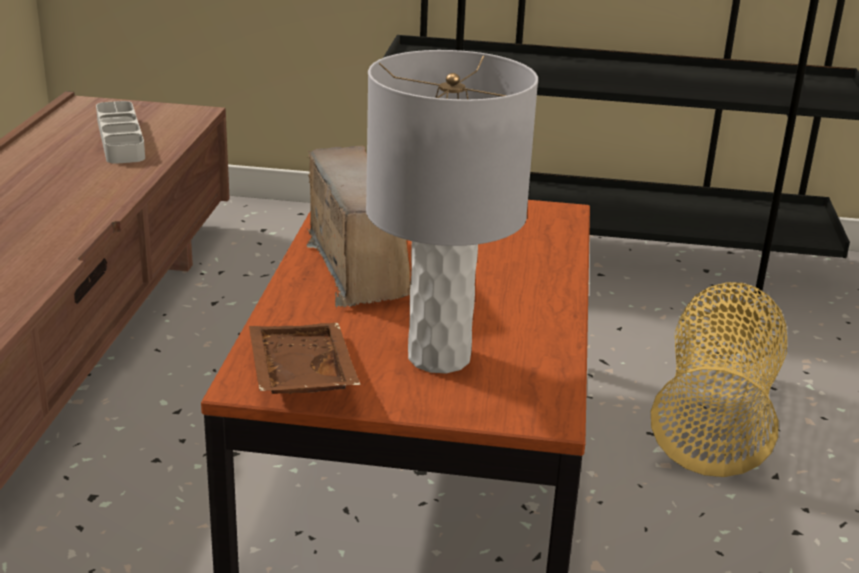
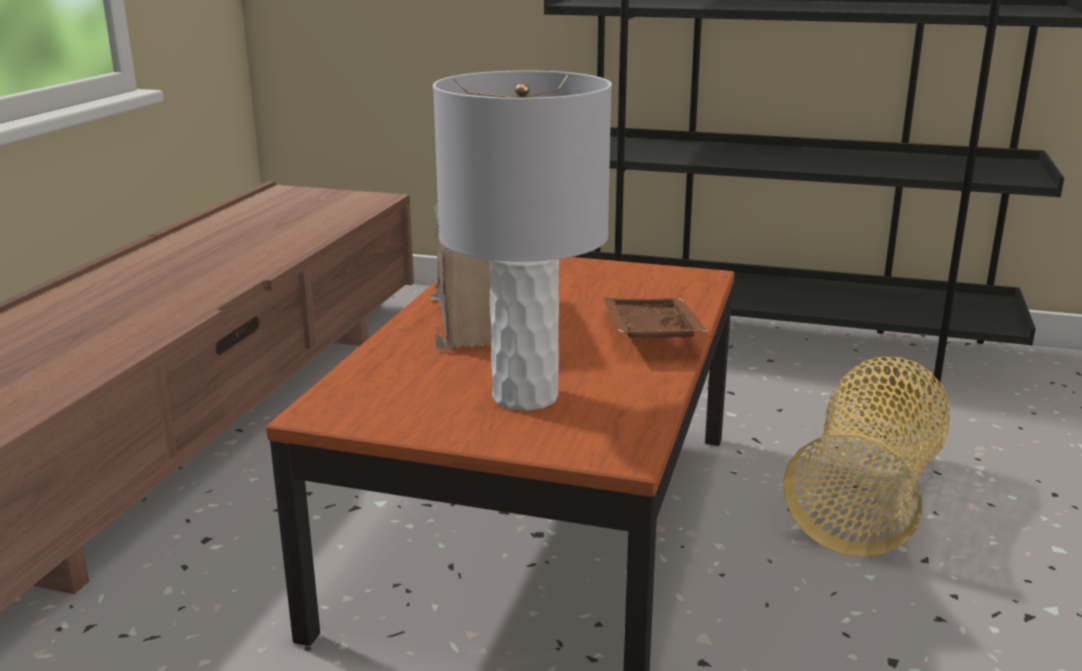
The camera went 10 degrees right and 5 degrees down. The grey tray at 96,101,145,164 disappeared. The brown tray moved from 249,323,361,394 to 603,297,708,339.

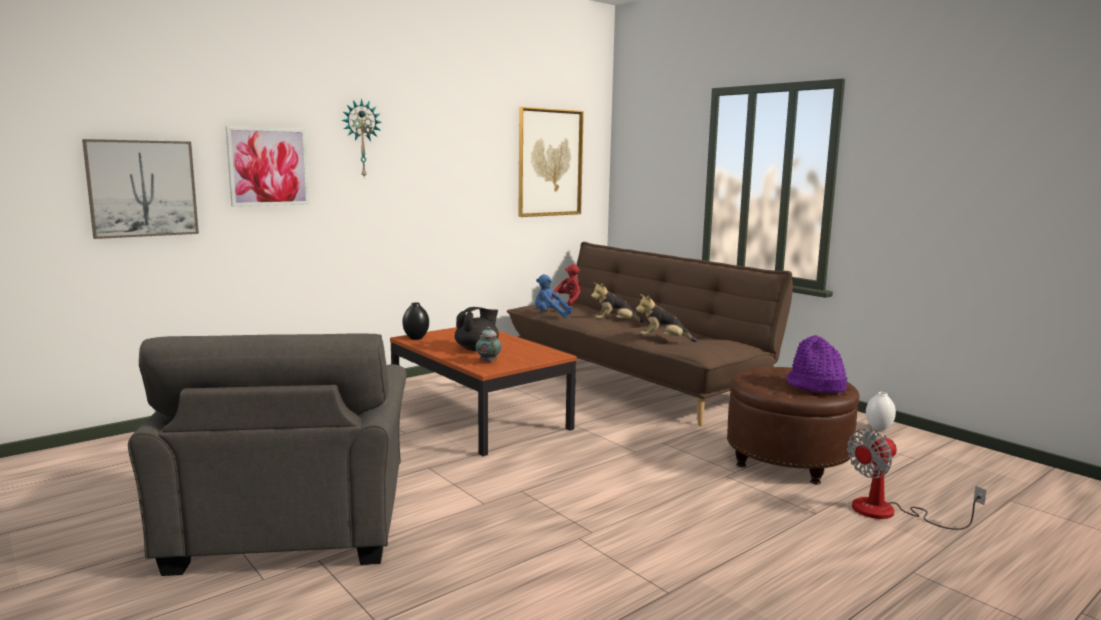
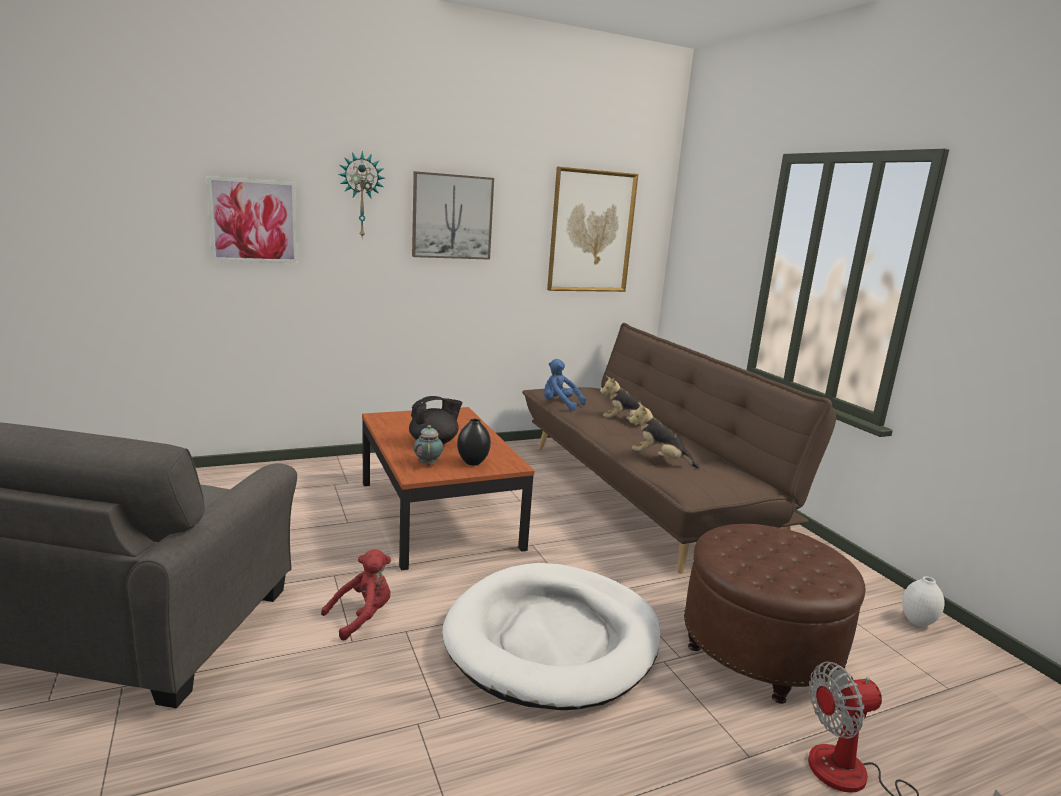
The camera went 15 degrees right and 5 degrees up. The picture moved from 82,139,199,239 to 412,171,494,260. The red plush toy moved from 551,264,581,306 to 321,549,391,641. The black vase moved from 402,302,429,340 to 457,419,491,465. The purple hat at 786,335,848,393 disappeared. The white dog bed at 442,563,660,710 appeared.

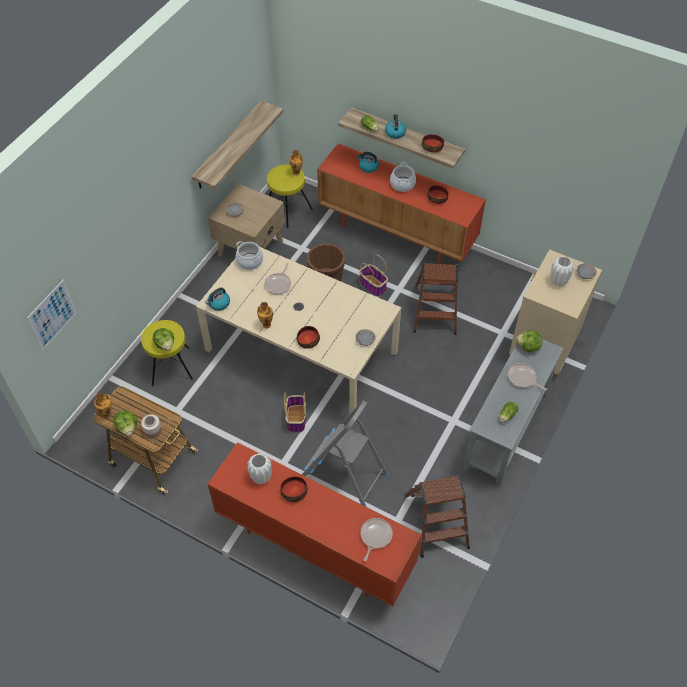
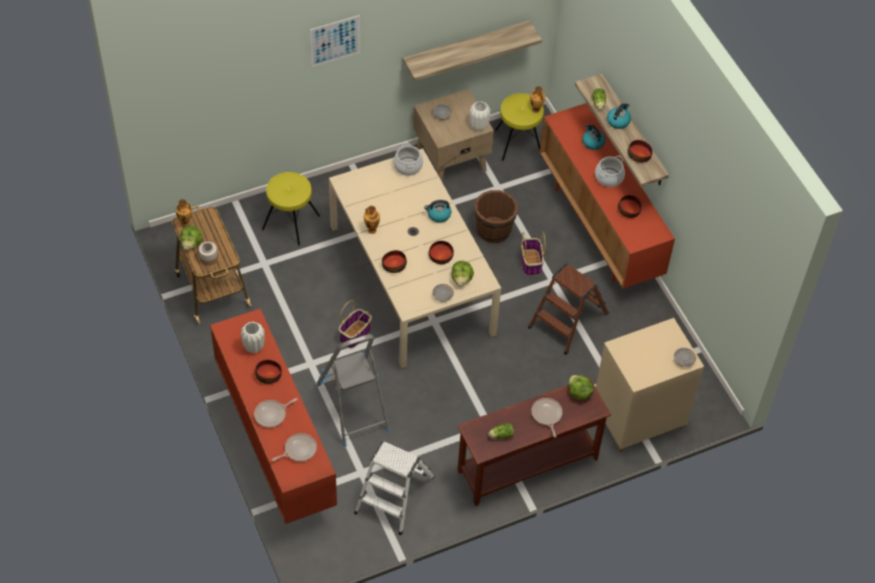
The camera went 35 degrees right and 0 degrees up. The white vase moved from 550,256,574,287 to 469,101,491,131. The frying pan moved from 265,263,291,295 to 254,398,298,428. The picture moved from 27,279,77,351 to 310,15,360,67. The kettle moved from 206,288,230,311 to 424,200,451,223. The lettuce moved from 153,328,174,350 to 451,261,474,286. The grey console table at 463,331,564,487 became the brown console table at 457,377,611,506. The brown step ladder at 405,475,470,558 became the white step ladder at 354,440,435,535. The bowl at 429,241,454,264 appeared.

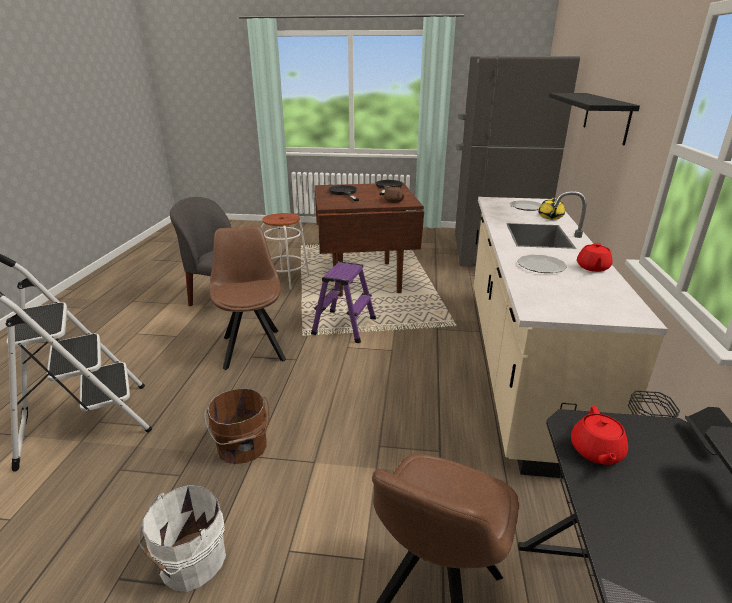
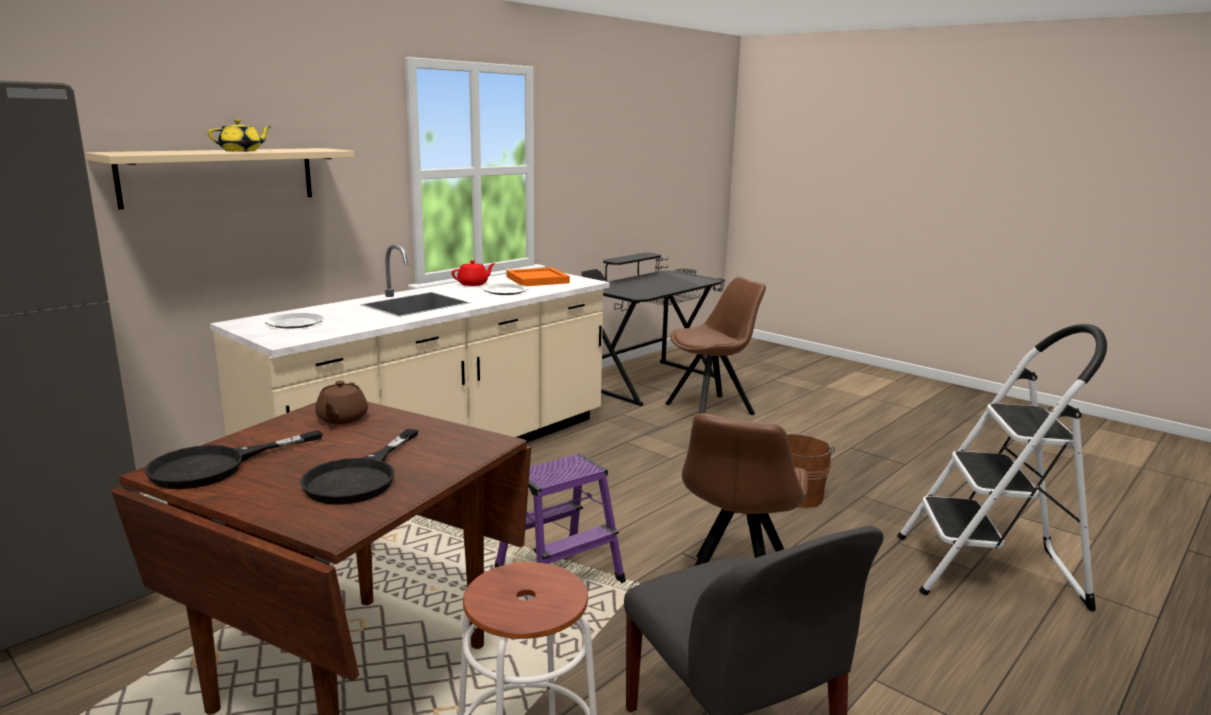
The camera went 145 degrees left and 10 degrees down. The black shelf at 549,93,640,146 became the beige shelf at 86,148,355,209. The yellow teapot moved from 538,198,565,220 to 208,119,270,152. The red teapot at 571,406,628,465 disappeared. The white bucket at 139,485,226,592 disappeared. The orange tray at 506,267,570,286 appeared.

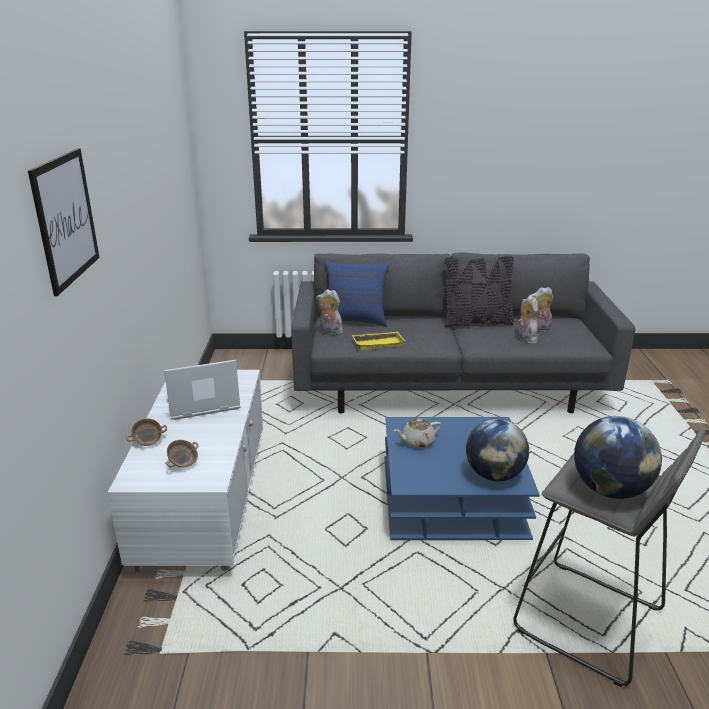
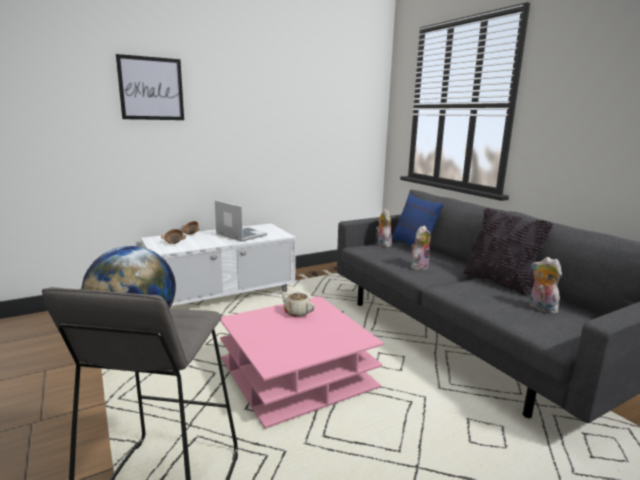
The camera went 60 degrees right and 10 degrees down. The plush toy moved from 519,295,538,344 to 410,225,431,270. The yellow tray at 352,332,405,350 disappeared. The blue coffee table at 384,417,540,540 became the pink coffee table at 220,296,384,429. The globe at 466,419,529,481 disappeared.

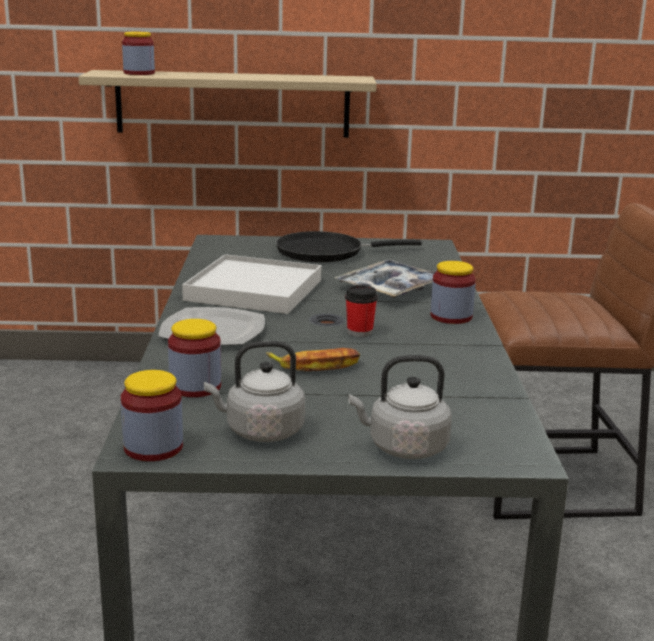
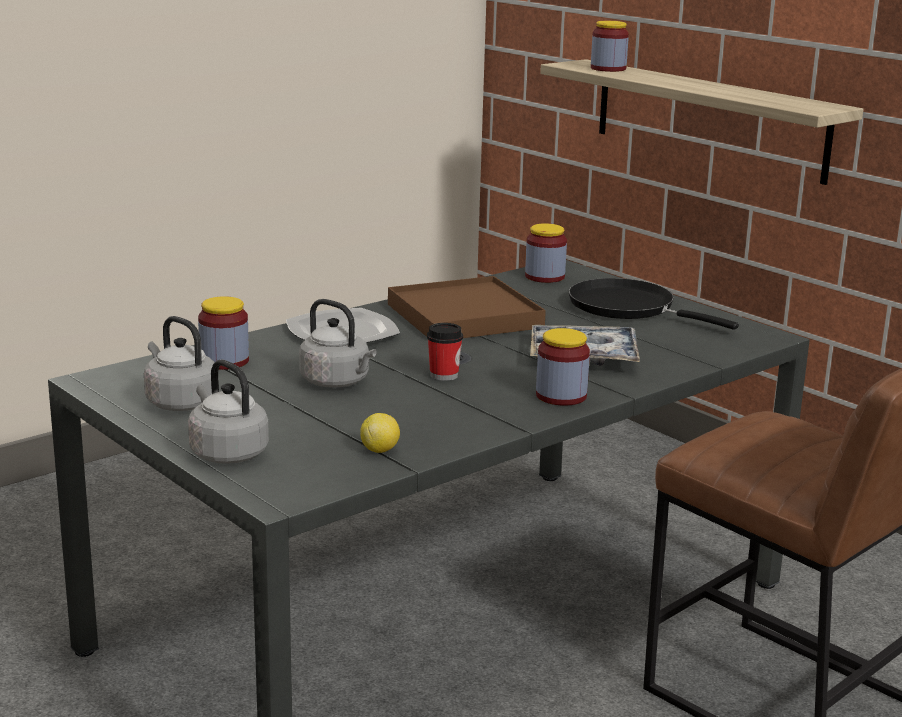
The camera went 50 degrees right and 0 degrees up. The white tray at 182,254,321,314 became the brown tray at 388,276,546,338. The banana at 266,348,360,371 was replaced by the grey kettle at 299,299,376,388. The jar moved from 121,370,183,461 to 525,223,567,283. The lemon at 360,413,400,453 appeared.

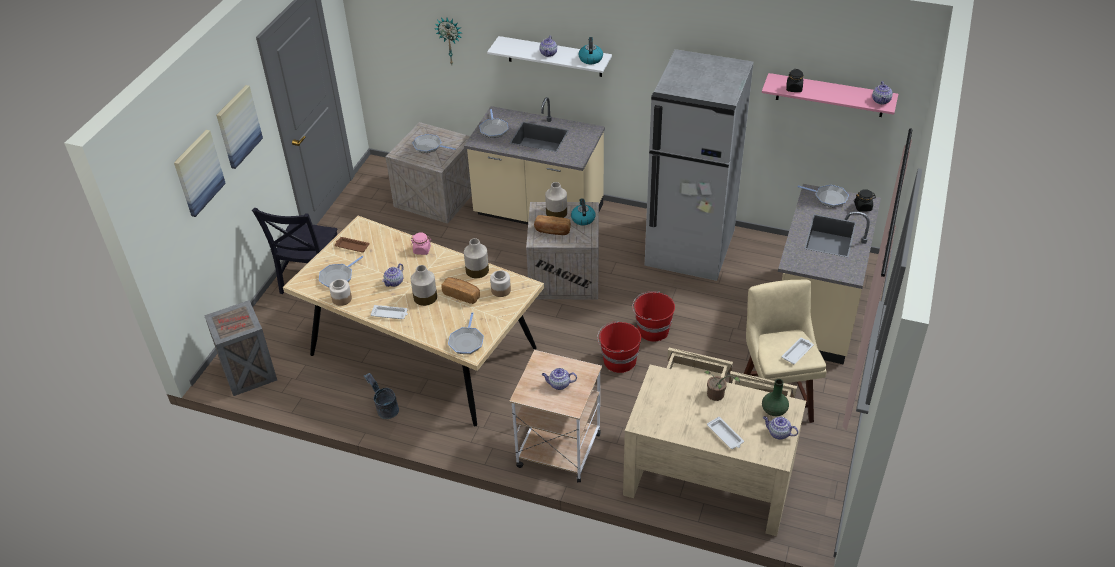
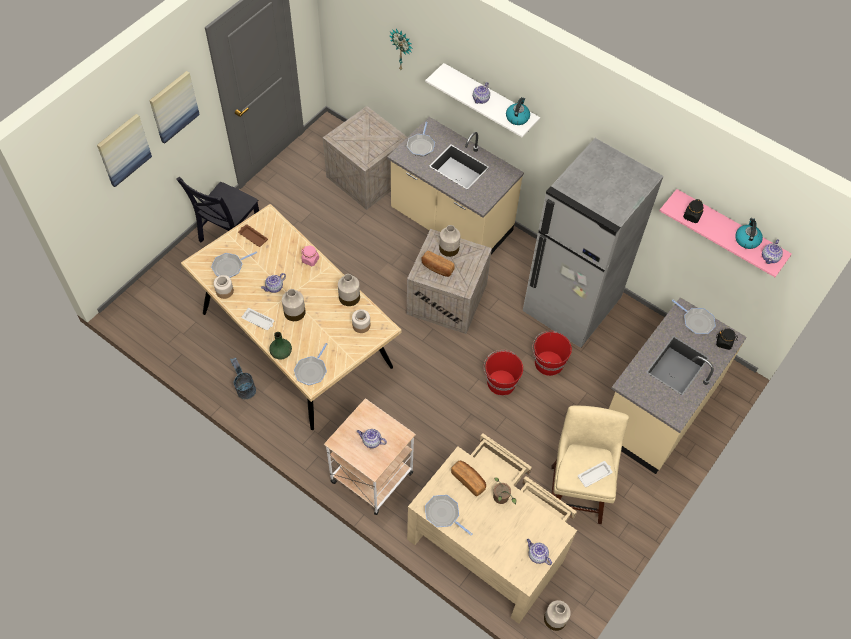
The camera went 15 degrees right and 15 degrees up. The frying pan moved from 412,134,456,153 to 425,495,472,536. The kettle moved from 571,199,595,225 to 735,218,763,249. The bread moved from 441,277,480,304 to 451,461,486,496. The crate at 204,300,277,396 disappeared. The red bucket moved from 597,321,641,373 to 532,331,572,376. The green vase moved from 762,379,789,416 to 269,332,292,360. The white tray at 707,417,744,449 disappeared. The beige vase at 544,600,571,631 appeared.

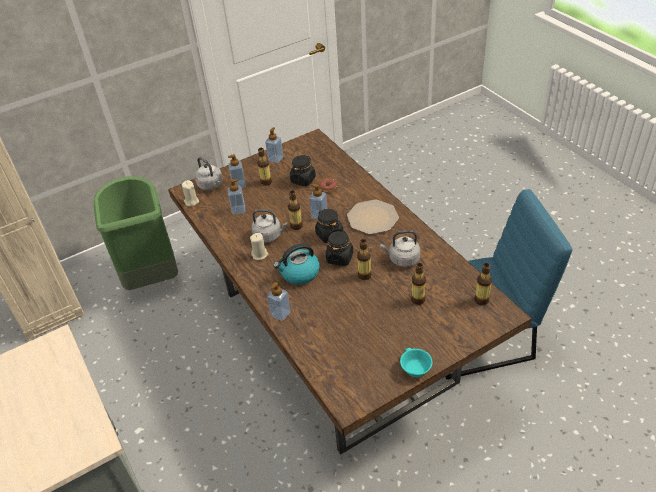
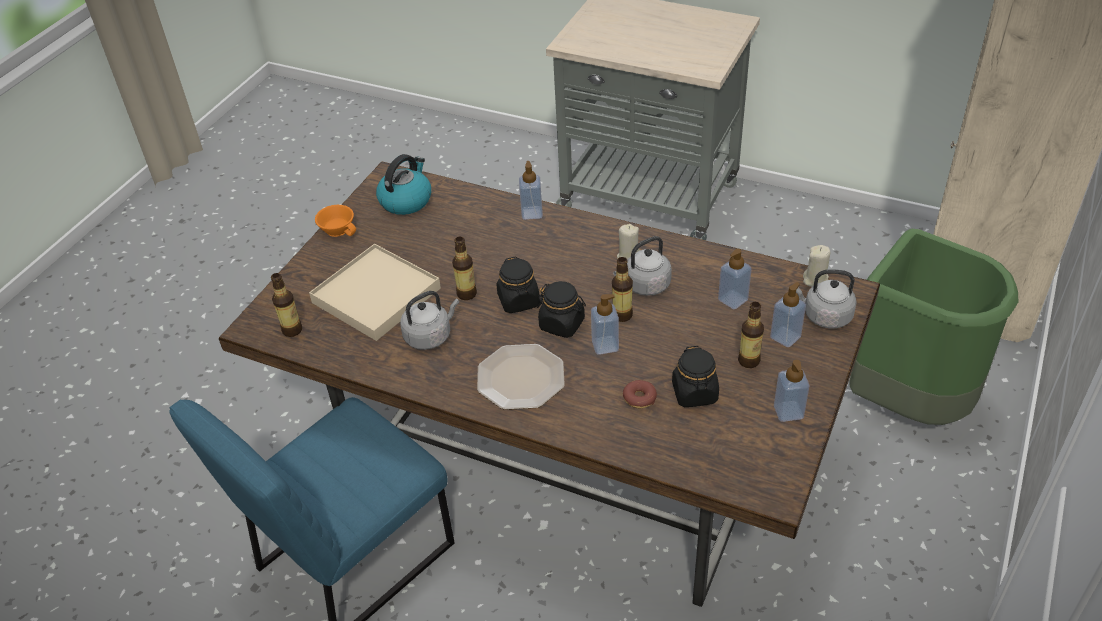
The camera went 145 degrees right and 0 degrees up. The kettle moved from 273,243,320,285 to 376,154,431,215. The bottle at 411,263,426,305 was replaced by the beige tray at 309,244,441,341. The turquoise cup at 400,348,432,377 became the orange cup at 315,205,356,237.

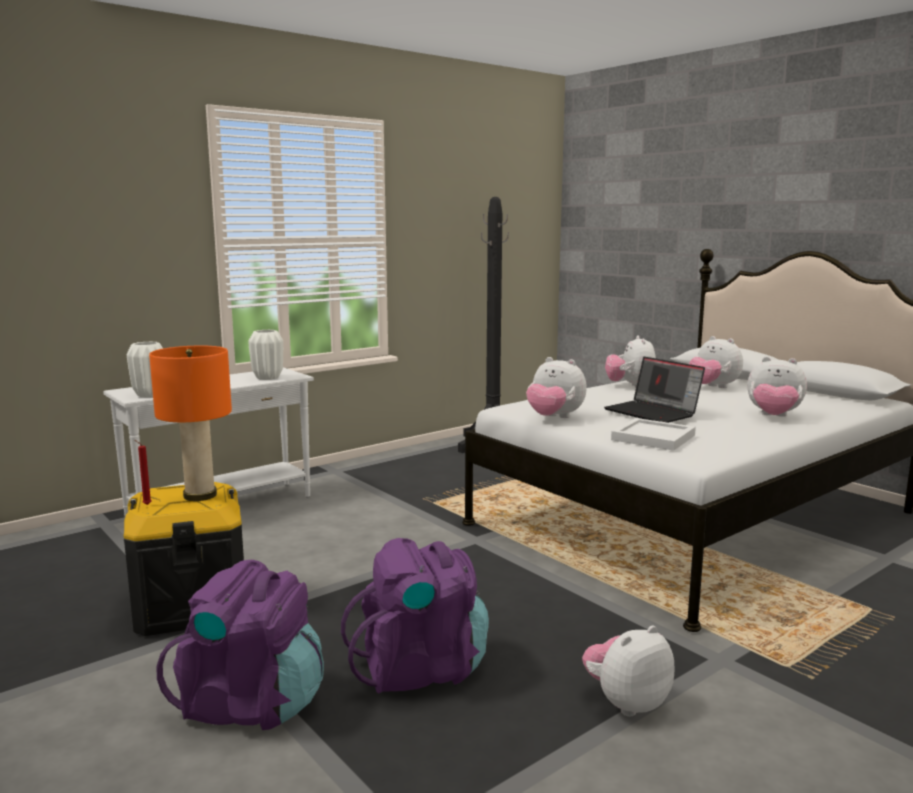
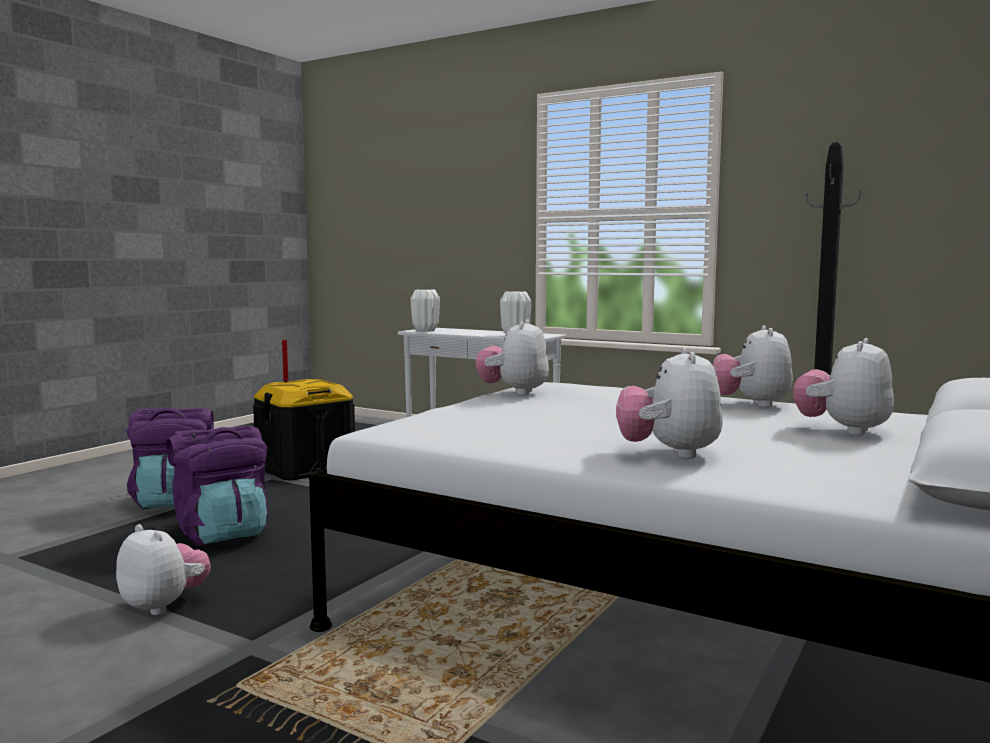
The camera went 70 degrees right and 5 degrees down. The plush toy at 605,336,656,388 turned 60 degrees counterclockwise. The orange table lamp at 149,345,232,501 disappeared. The laptop at 604,357,705,423 disappeared. The white tray at 611,418,696,451 disappeared.

